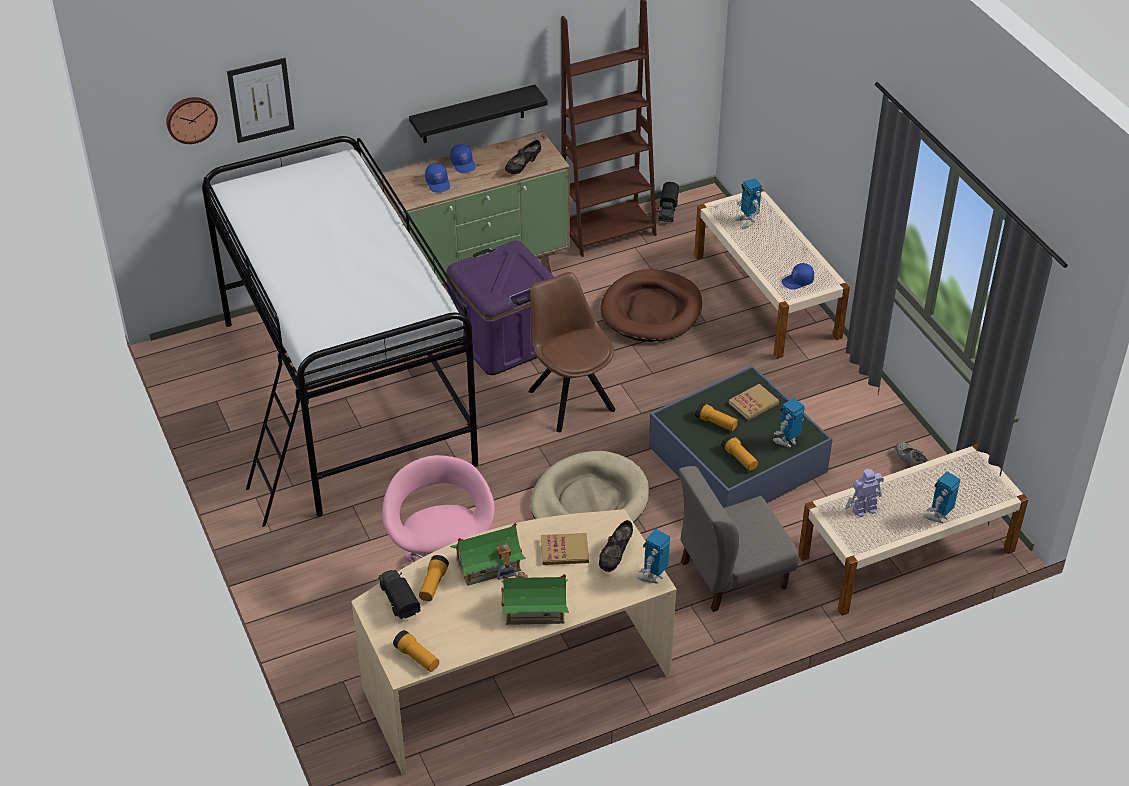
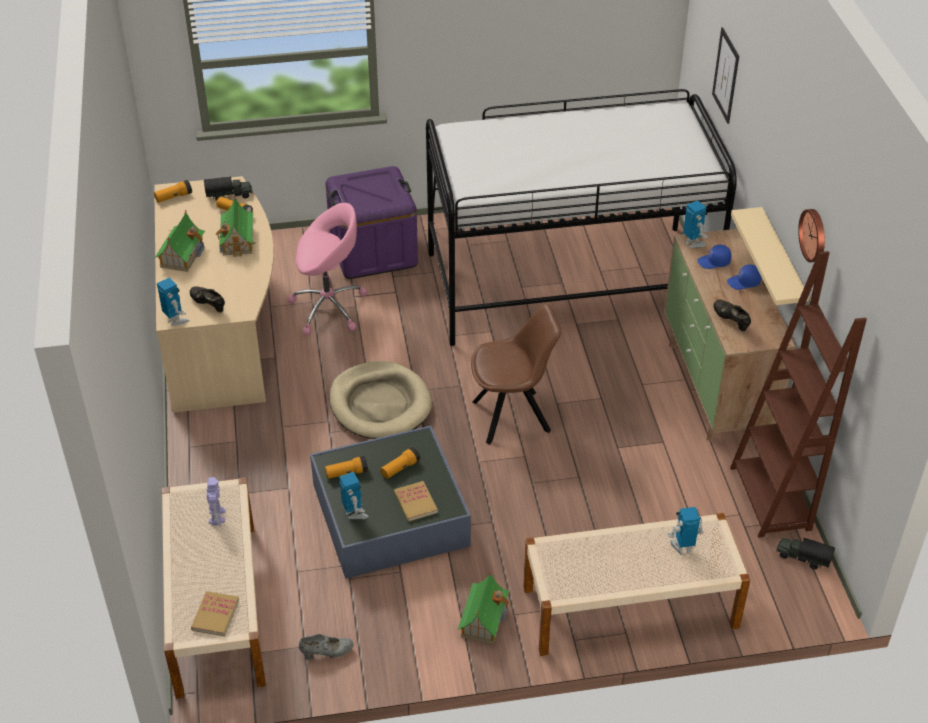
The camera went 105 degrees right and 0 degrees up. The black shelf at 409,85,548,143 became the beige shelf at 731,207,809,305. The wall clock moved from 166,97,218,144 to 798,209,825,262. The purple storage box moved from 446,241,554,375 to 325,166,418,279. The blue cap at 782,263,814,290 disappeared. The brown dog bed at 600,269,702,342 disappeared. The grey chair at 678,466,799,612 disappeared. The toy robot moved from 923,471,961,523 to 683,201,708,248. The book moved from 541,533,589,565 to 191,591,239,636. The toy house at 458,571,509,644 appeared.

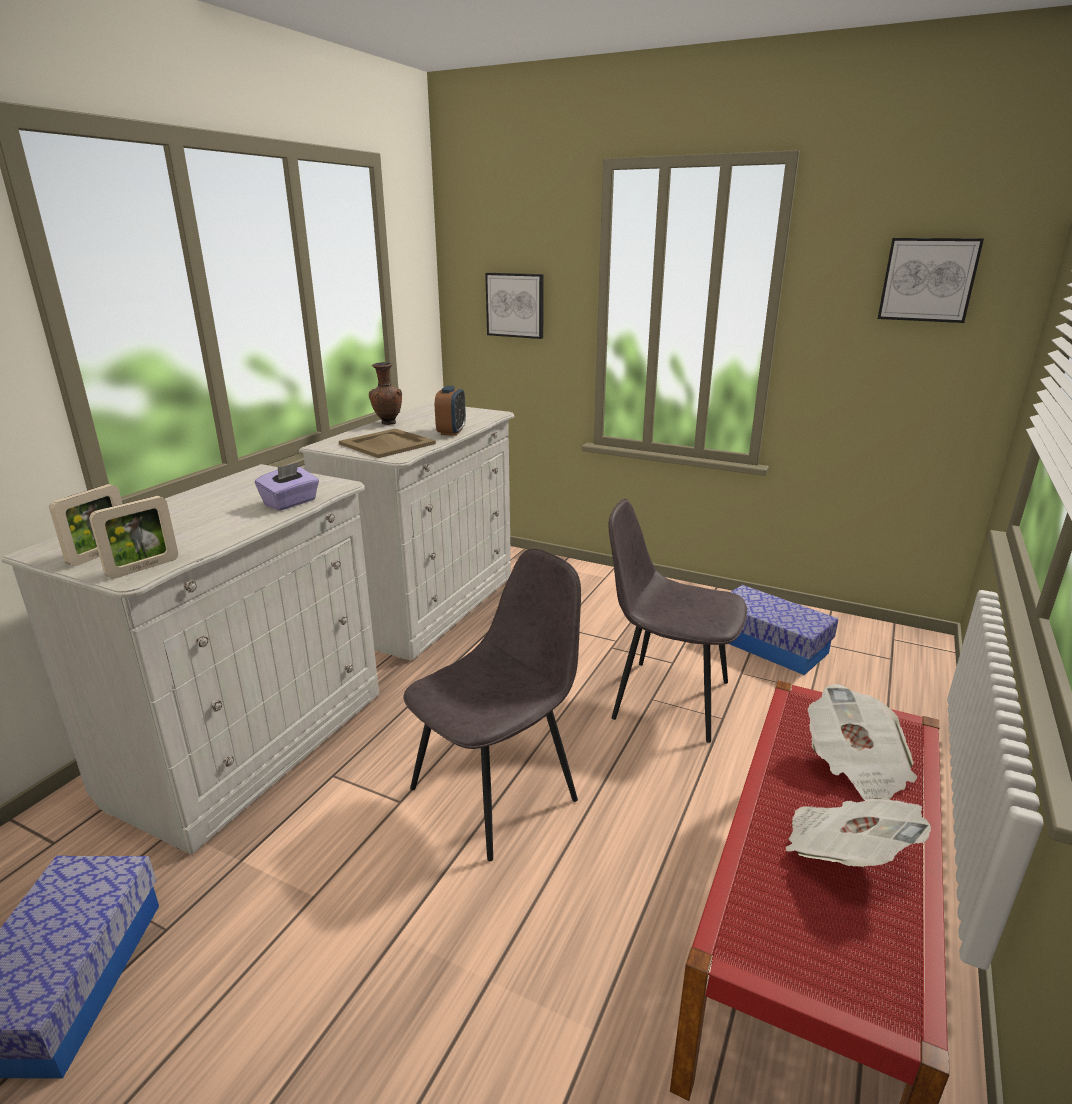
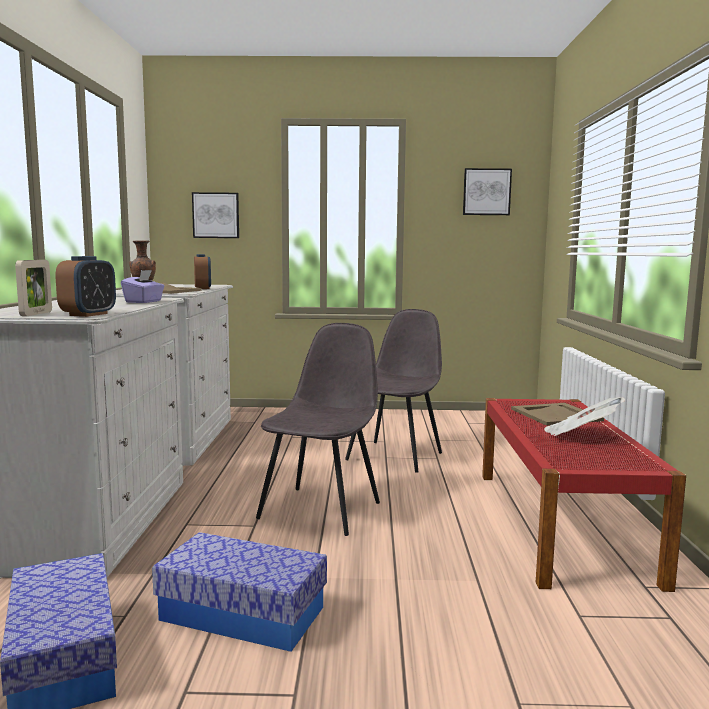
The camera went 25 degrees left and 15 degrees down. The picture frame at 89,496,178,579 was replaced by the alarm clock at 56,256,116,317. The grey chair at 609,499,747,743 turned 120 degrees clockwise. The storage box moved from 728,585,838,675 to 152,532,327,652. The newspaper at 808,684,917,800 was replaced by the beige tray at 511,403,604,426.

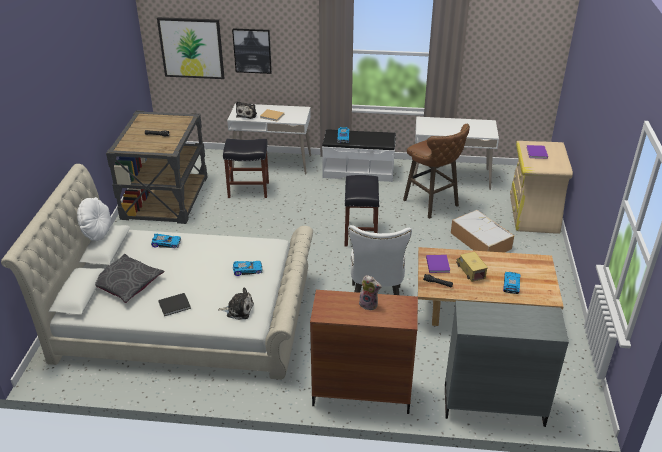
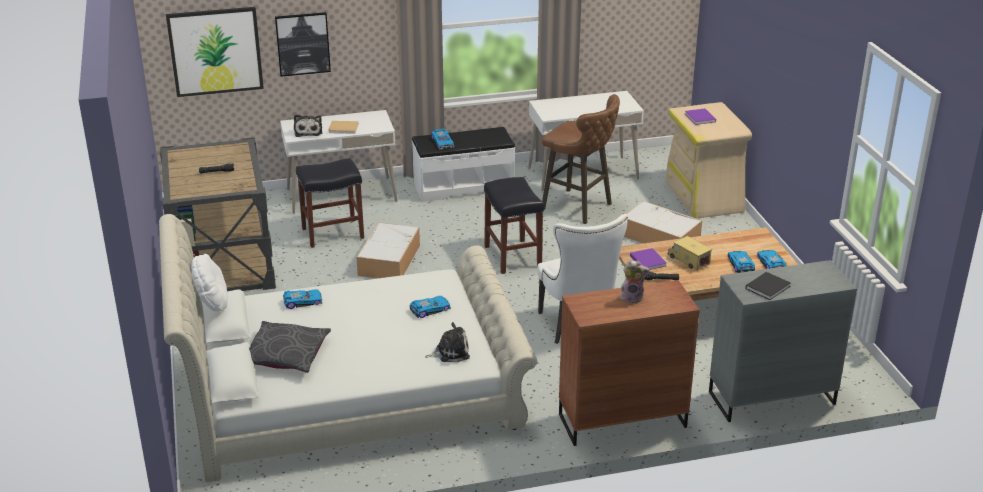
The camera went 20 degrees left and 5 degrees down. The black book moved from 158,293,191,316 to 745,272,791,300. The storage box at 357,222,420,278 appeared. The toy car at 757,250,787,269 appeared.

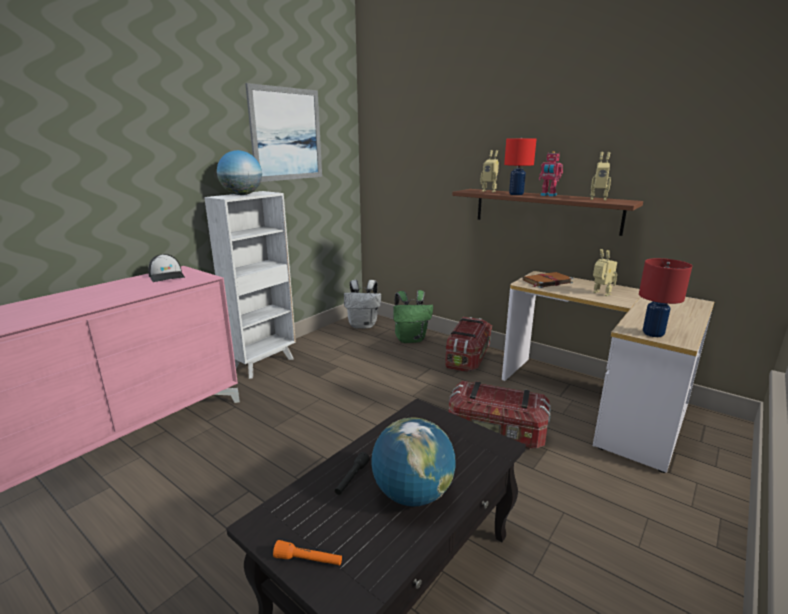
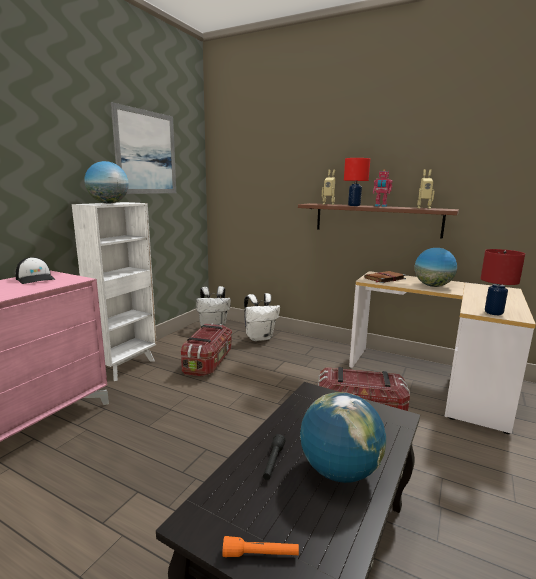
The camera went 10 degrees left and 5 degrees down. The toy robot at 593,249,617,296 was replaced by the globe at 415,248,457,287. The green backpack at 393,290,433,343 became the white backpack at 244,293,280,341. The storage box moved from 445,317,492,372 to 181,324,232,377.

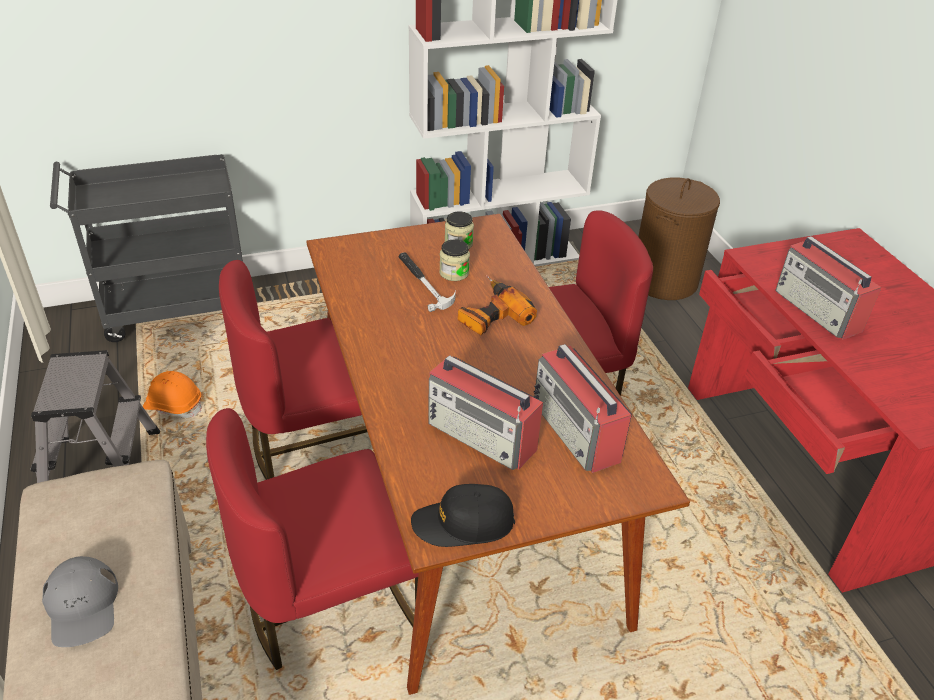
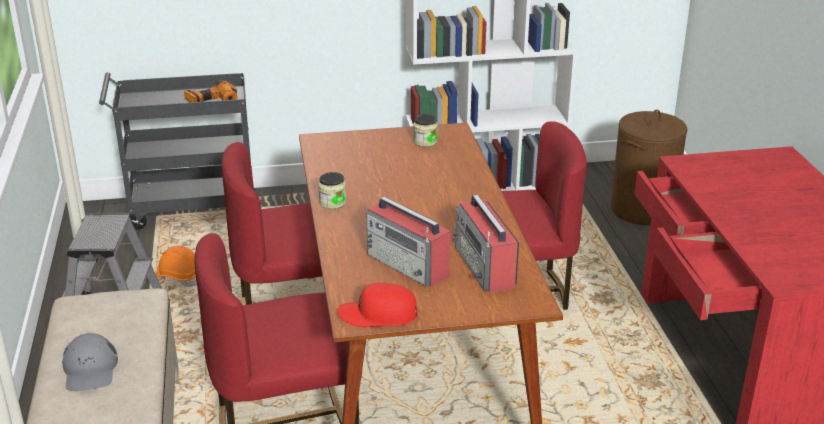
The camera went 10 degrees right and 10 degrees down. The radio at 775,236,882,340 disappeared. The jar moved from 439,239,470,281 to 318,172,346,209. The hammer at 399,252,455,312 disappeared. The power drill moved from 458,275,537,335 to 184,79,237,103. The black cap at 411,484,515,547 became the red cap at 338,283,418,327.

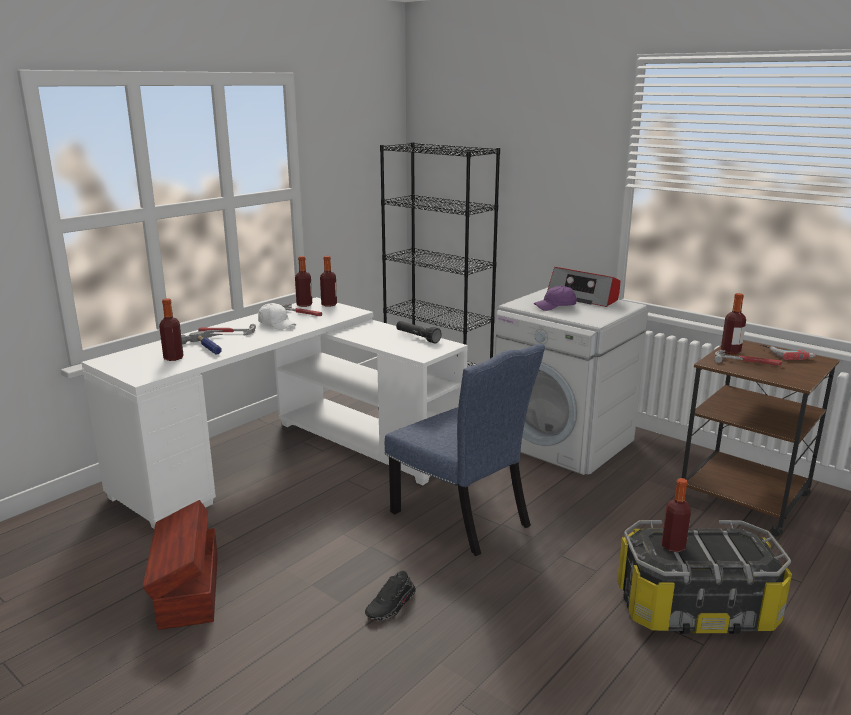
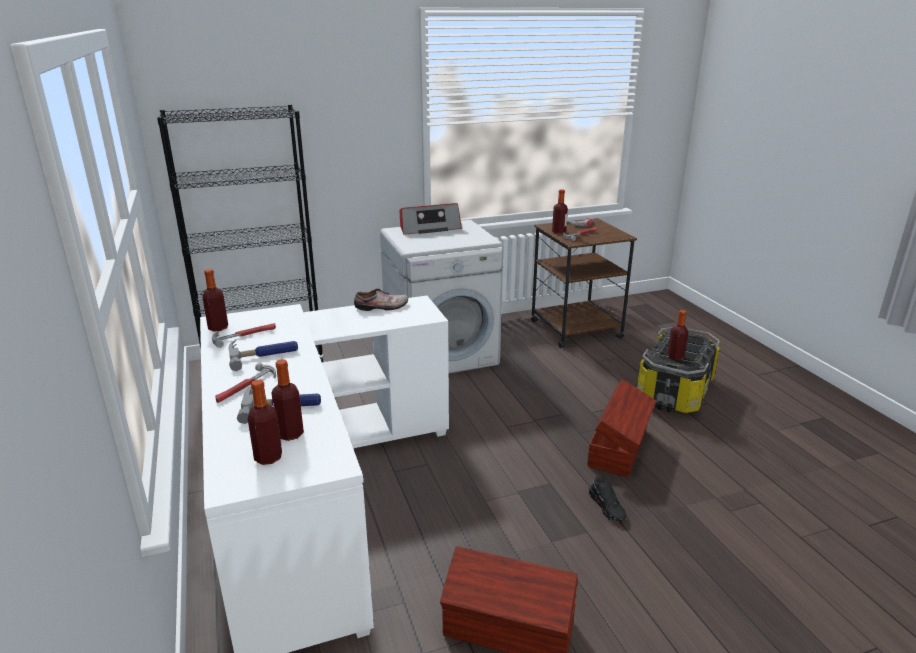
The camera went 60 degrees left and 5 degrees up. The bottle moved from 320,256,337,307 to 248,380,282,465. The purple cap at 534,286,577,311 disappeared. The white cap at 258,303,296,330 was replaced by the hammer at 229,340,298,371. The black flashlight at 396,321,442,343 was replaced by the shoe at 354,288,408,311. The blue chair at 385,343,545,556 disappeared. The brown storage box at 587,379,656,477 appeared.

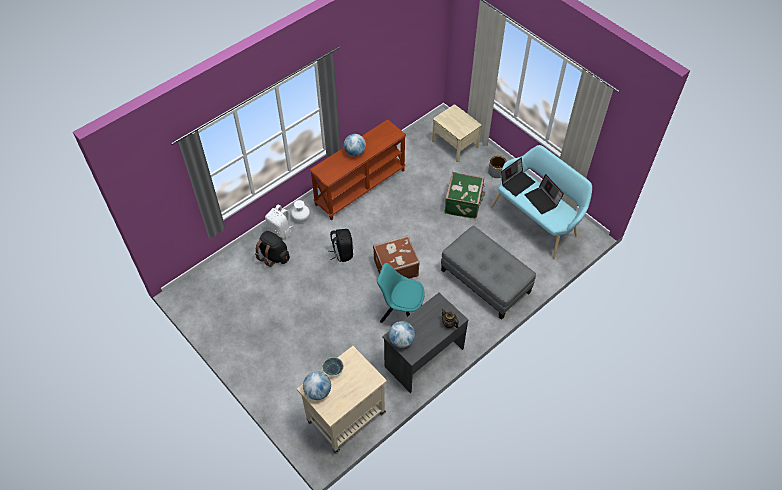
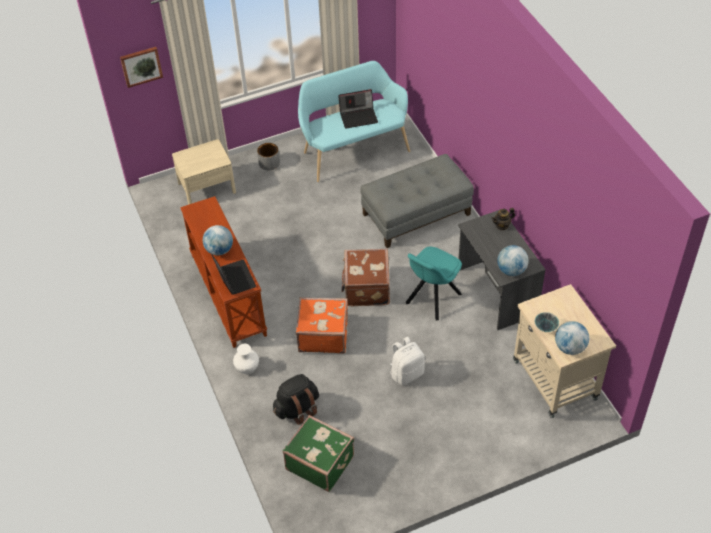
The camera went 70 degrees left and 5 degrees down. The laptop moved from 501,157,535,196 to 211,253,256,295. The green suitcase moved from 444,172,485,219 to 283,415,354,492. The white backpack moved from 265,205,293,240 to 390,337,425,385. The black backpack at 329,229,353,262 was replaced by the orange suitcase at 296,297,348,353. The picture at 120,47,163,88 appeared.

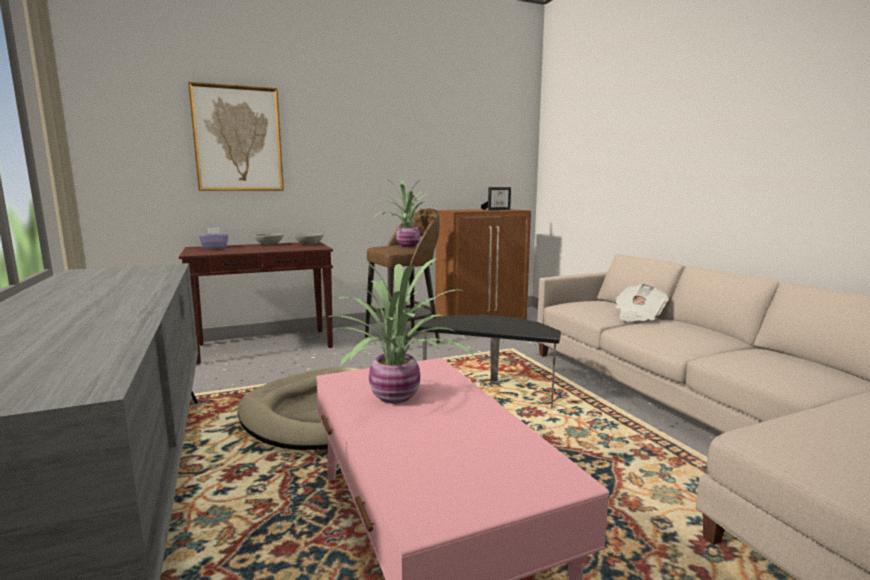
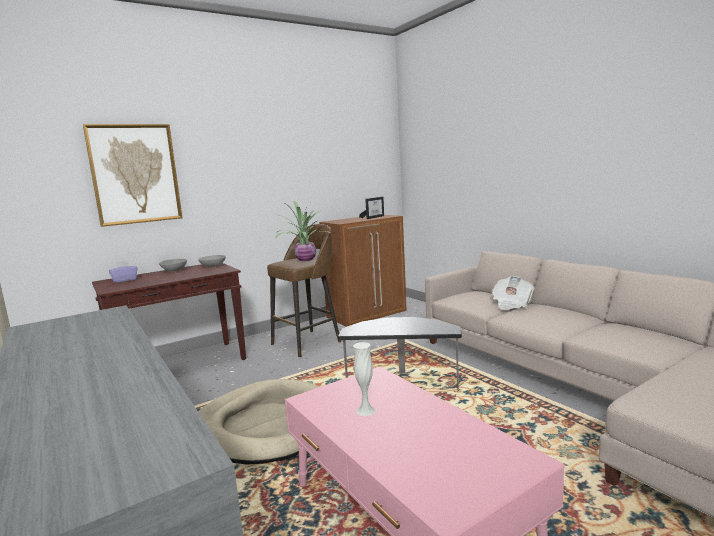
The camera went 10 degrees left and 0 degrees up. The potted plant at 328,258,475,404 was replaced by the white vase at 353,342,376,416.

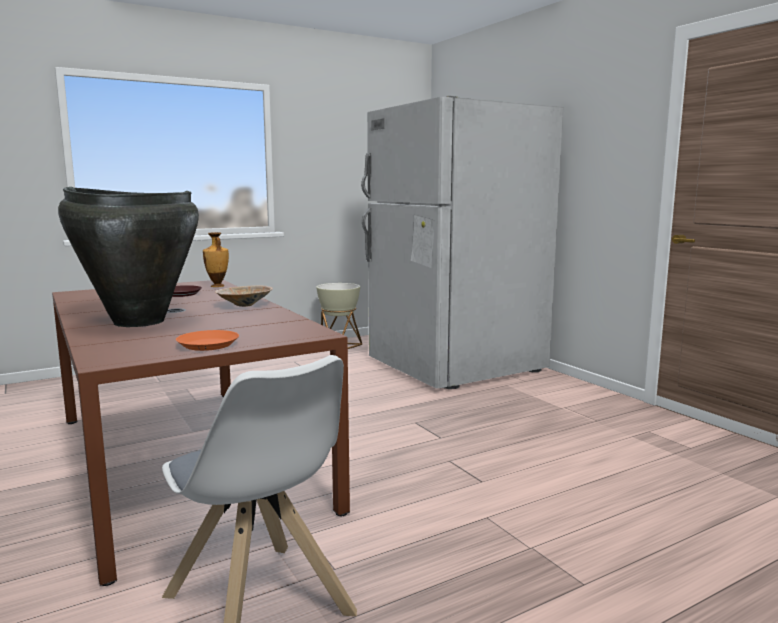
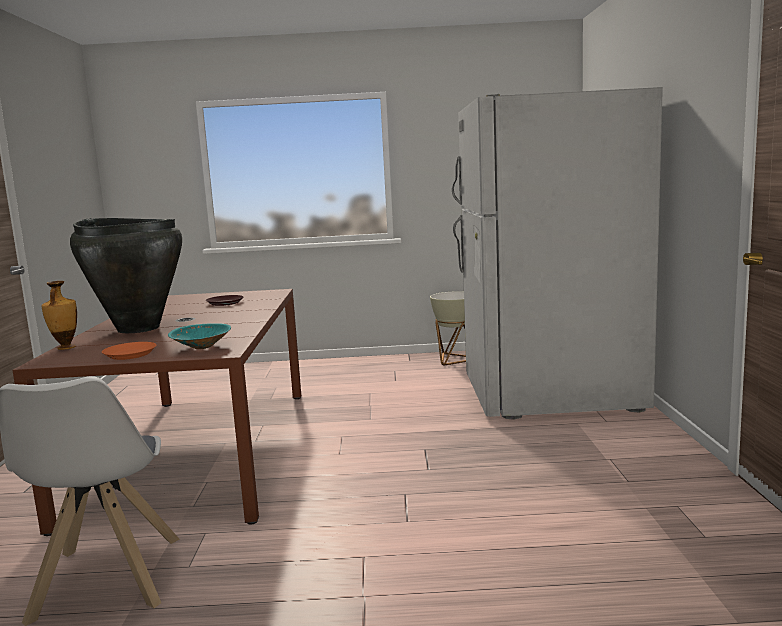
The camera went 30 degrees right and 0 degrees up. The vase moved from 203,232,229,287 to 42,281,77,350. The beige bowl at 215,285,273,307 disappeared. The turquoise bowl at 168,324,231,349 appeared.

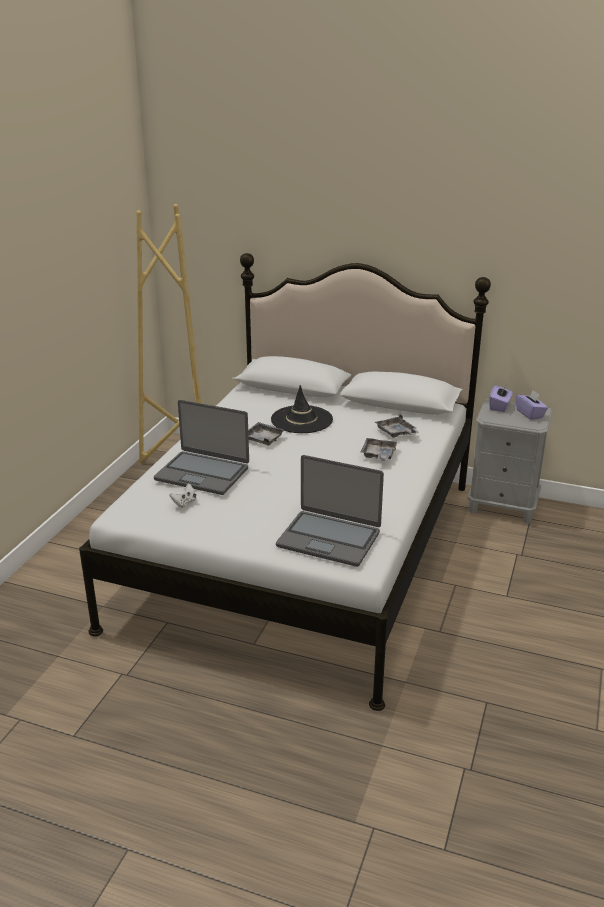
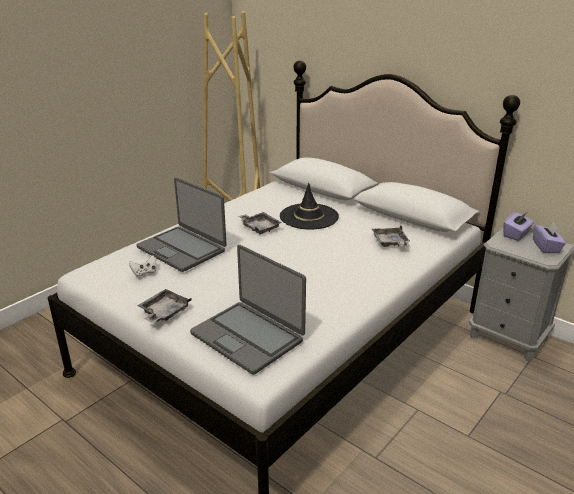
The camera went 20 degrees right and 0 degrees up. The grey tray moved from 361,438,397,461 to 137,289,192,323.

